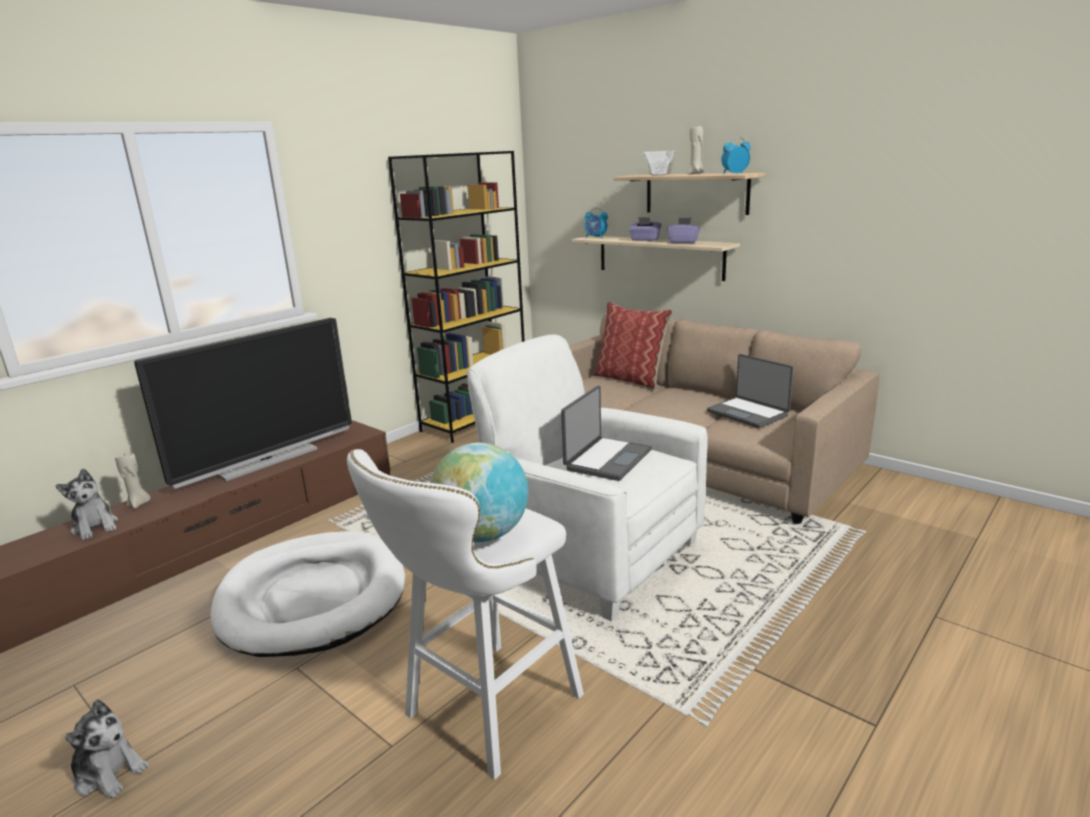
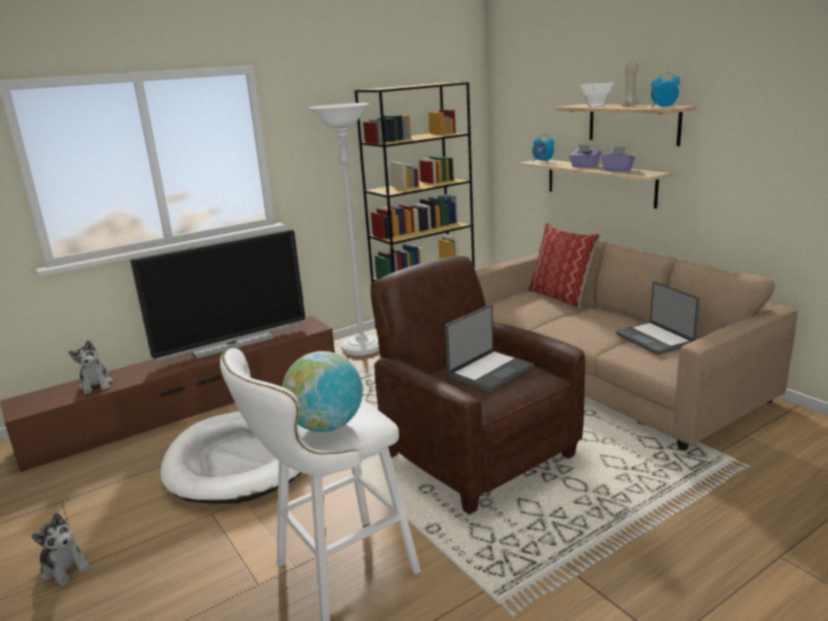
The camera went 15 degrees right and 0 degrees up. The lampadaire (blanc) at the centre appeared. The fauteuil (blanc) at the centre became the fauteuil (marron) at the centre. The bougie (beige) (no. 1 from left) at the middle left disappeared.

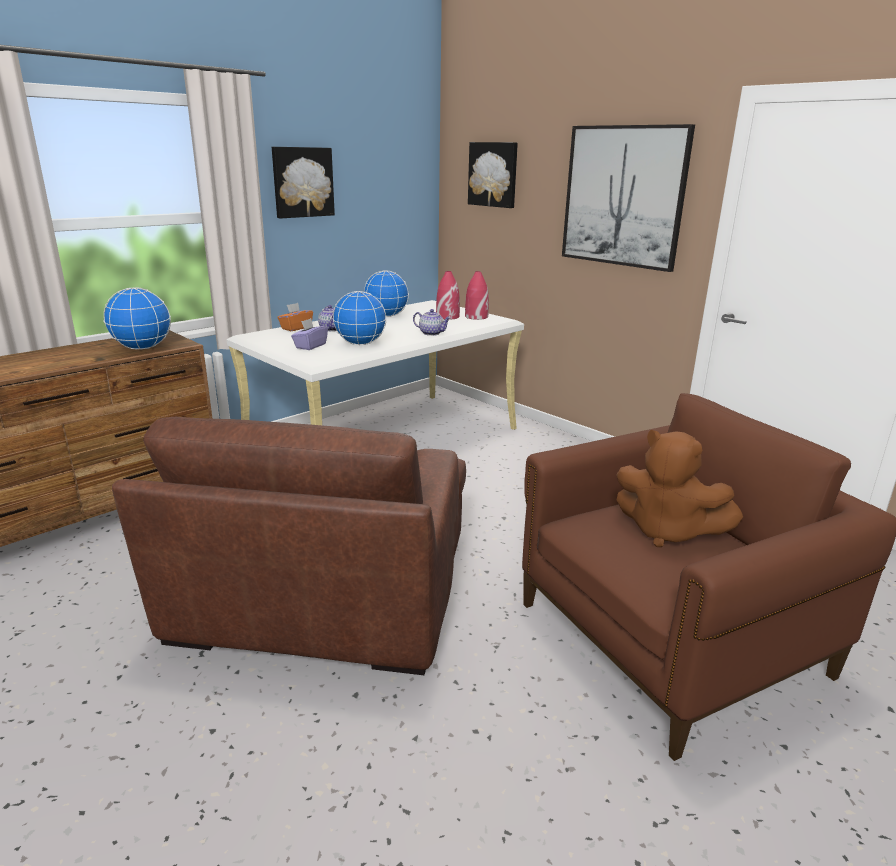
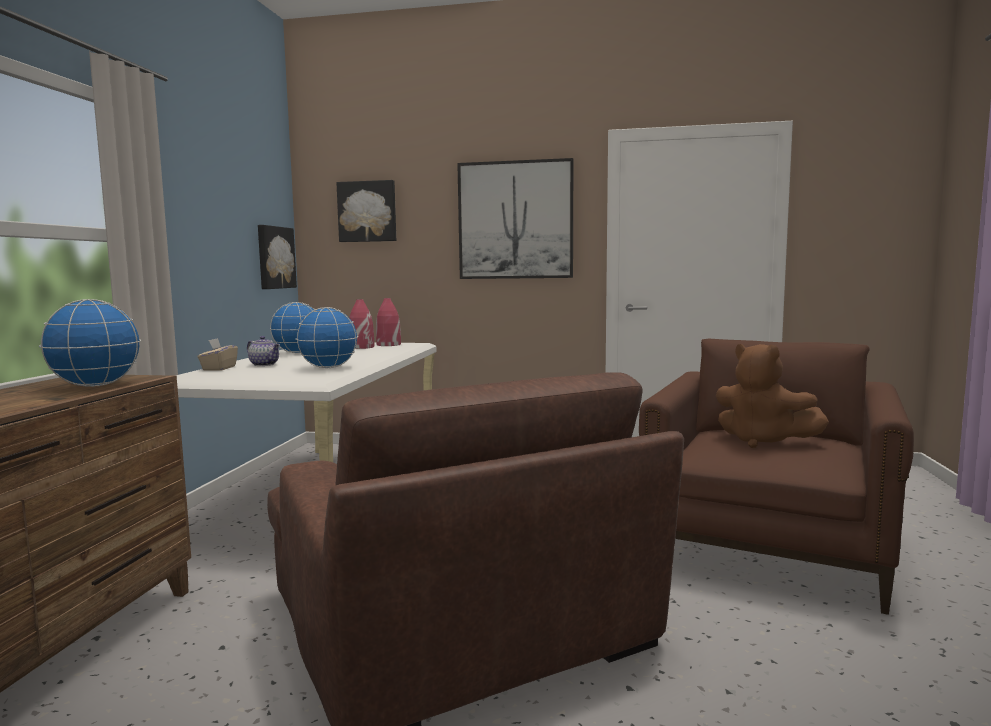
The camera went 35 degrees left and 15 degrees down. The boîte à mouchoirs (orange) at the middle left became the boîte à mouchoirs (beige) at the middle left. The tableau (no. 1 from left) moved from the top centre to the middle left. The peluche (marron) at the middle right turned 45 degrees clockwise. The boîte à mouchoirs (violet) at the centre disappeared. The théière (no. 2 from left) at the centre disappeared.

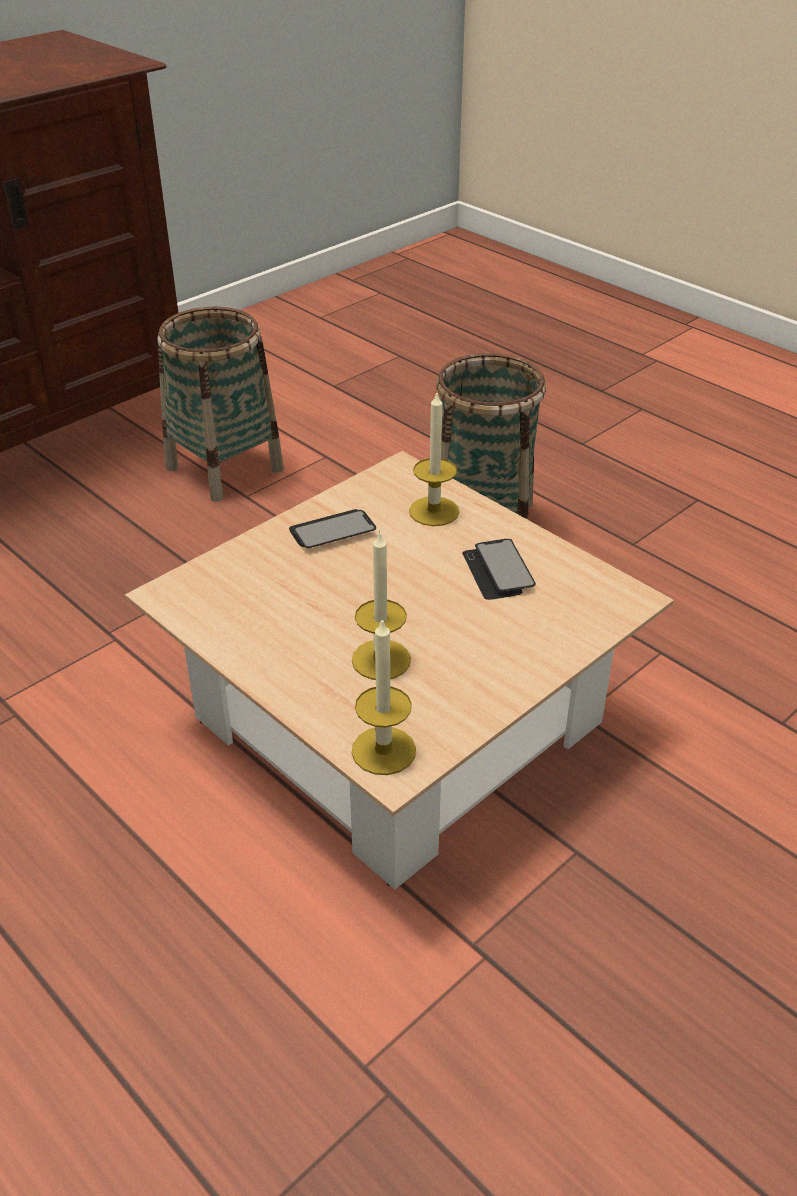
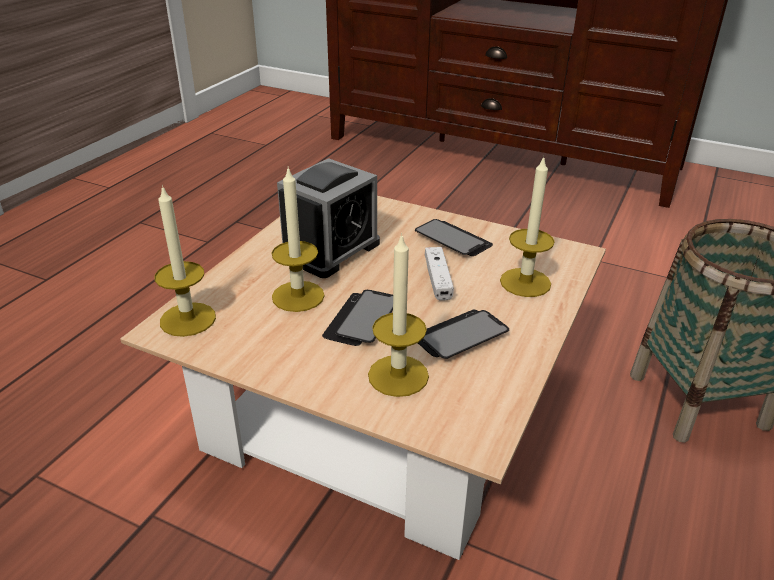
The camera went 70 degrees right and 5 degrees down. The réveil at the centre appeared. The téléphone (no. 1 from left) at the centre appeared. The bougie (no. 3 from left) at the centre appeared. The manette (blanc) at the centre appeared. The panier (no. 1 from left) at the middle left disappeared.

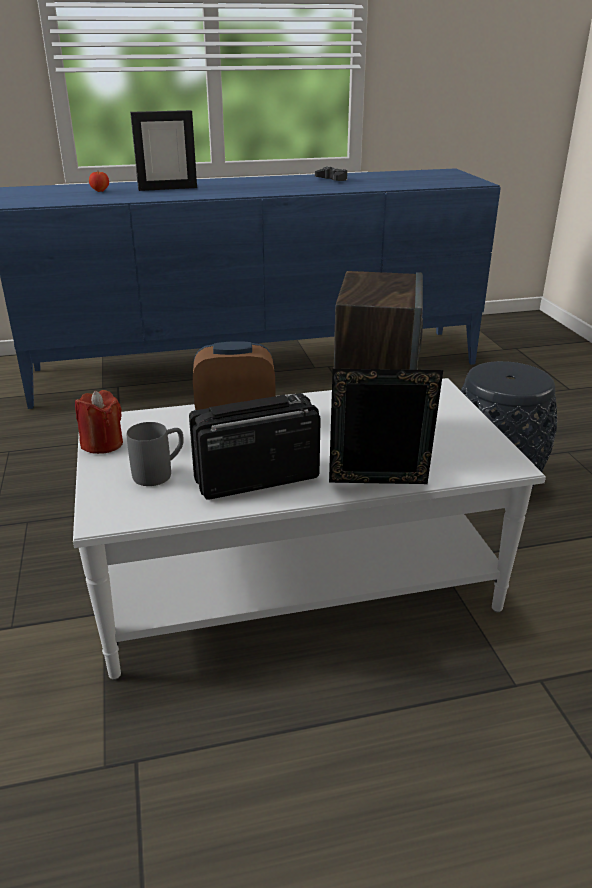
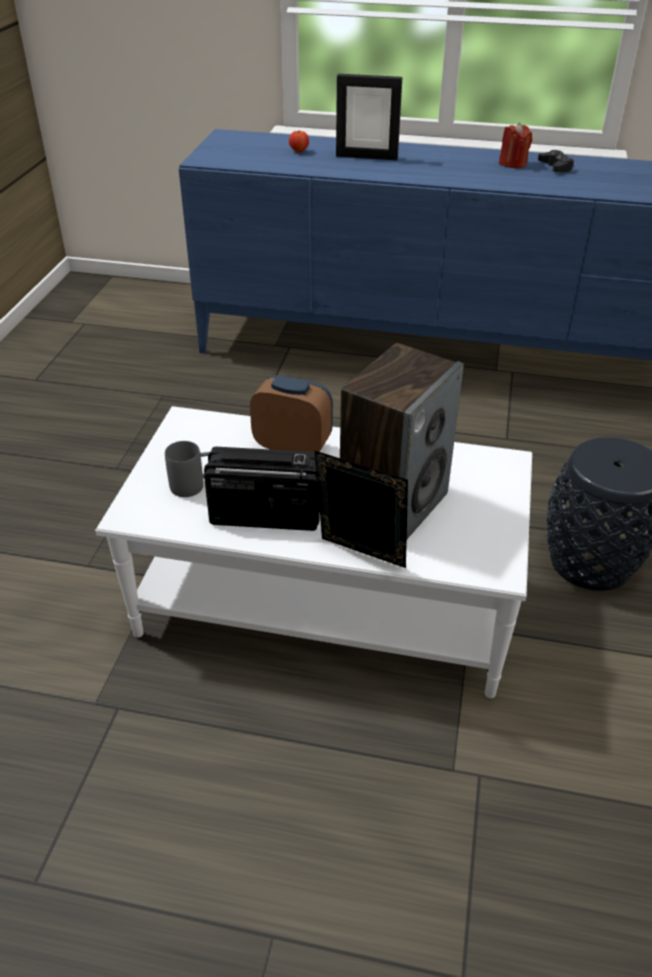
The camera went 25 degrees right and 10 degrees up. The bougie (rouge) moved from the middle left to the top right.

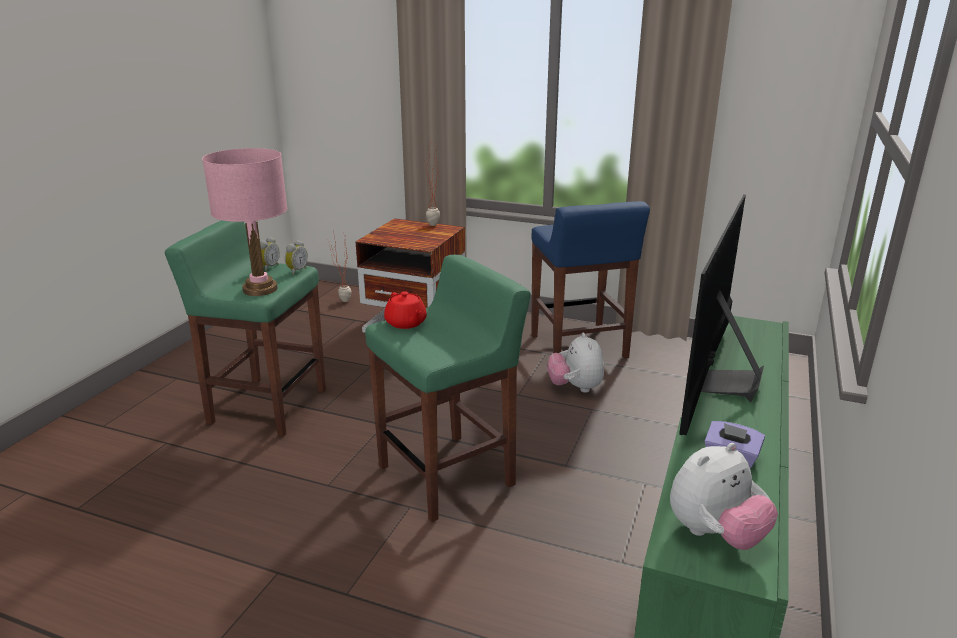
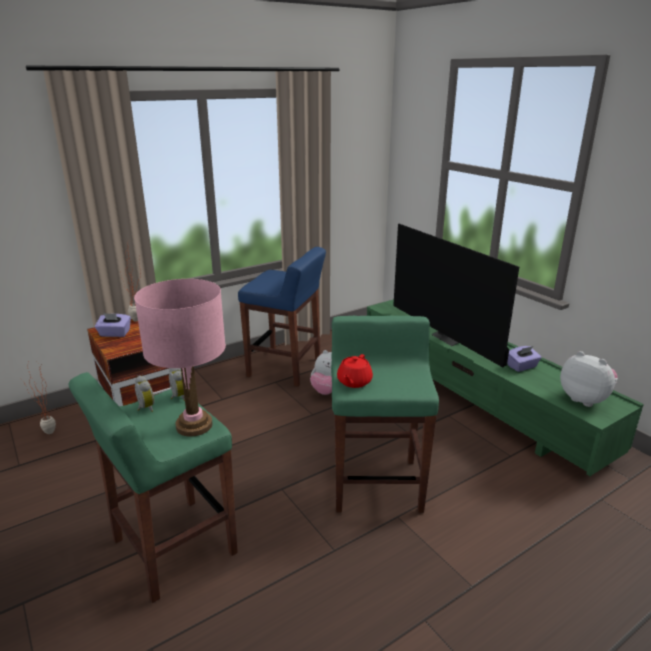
The camera went 55 degrees left and 0 degrees up. The boîte à mouchoirs (violet) (no. 1 from left) at the middle left appeared. The théière (rouge) at the centre turned 105 degrees clockwise. The peluche (no. 2 from left) at the bottom right turned 45 degrees counterclockwise.

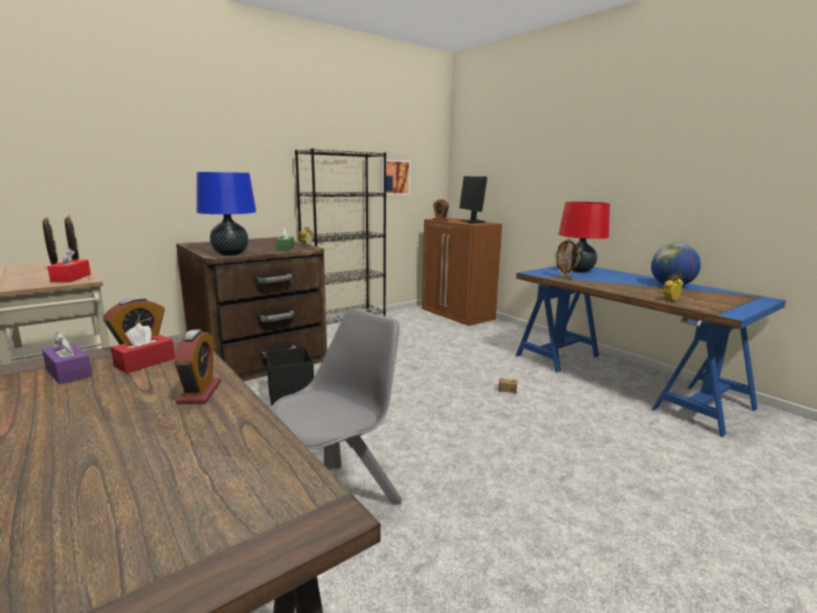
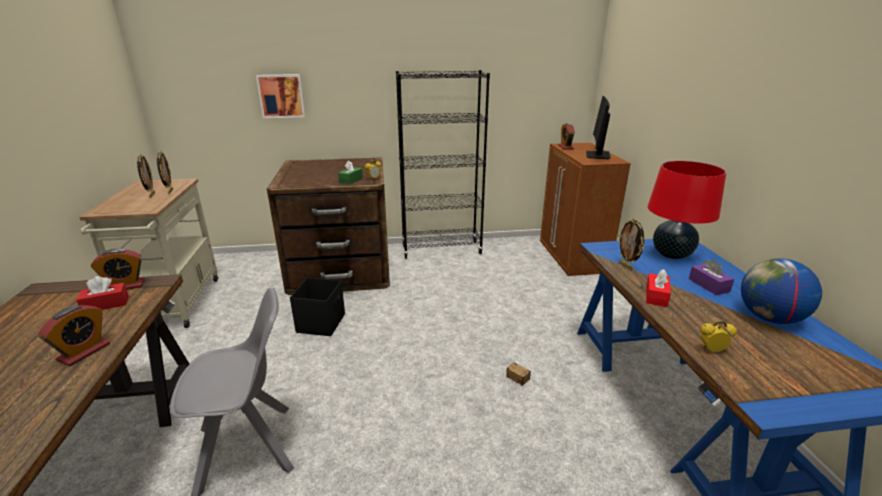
The camera went 30 degrees right and 10 degrees up. The tableau moved from the top centre to the top left. The boîte à mouchoirs (rouge) (no. 1 from left in the first image) moved from the middle left to the middle right. The boîte à mouchoirs (violet) moved from the middle left to the middle right. The lampe de table (bleu) at the middle left disappeared.

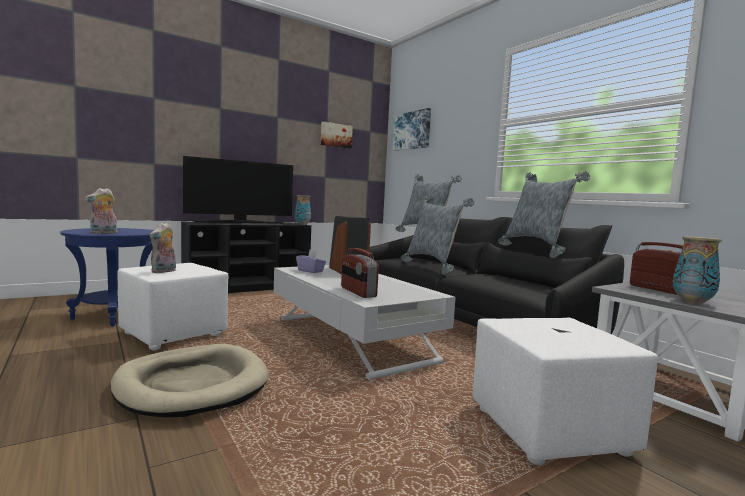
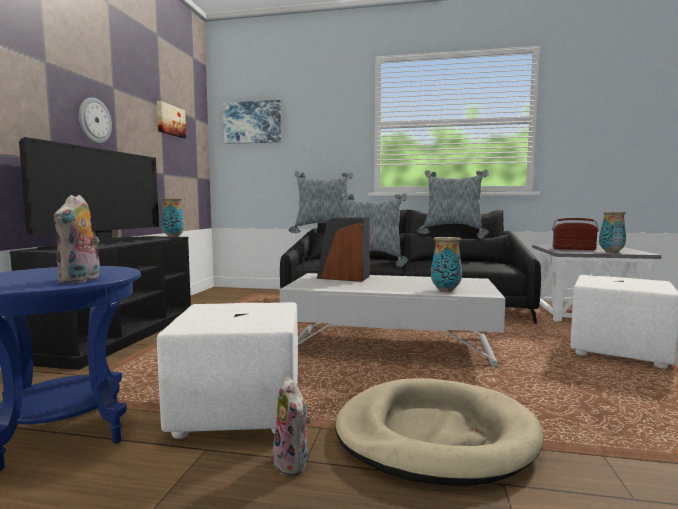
The camera went 45 degrees left and 0 degrees up. The horloge murale at the top left appeared. The peluche (no. 2 from left) moved from the middle left to the bottom centre. The radio (no. 1 from left) at the centre was replaced by the vase (no. 2 from left) at the centre. The boîte à mouchoirs (violet) at the centre disappeared.

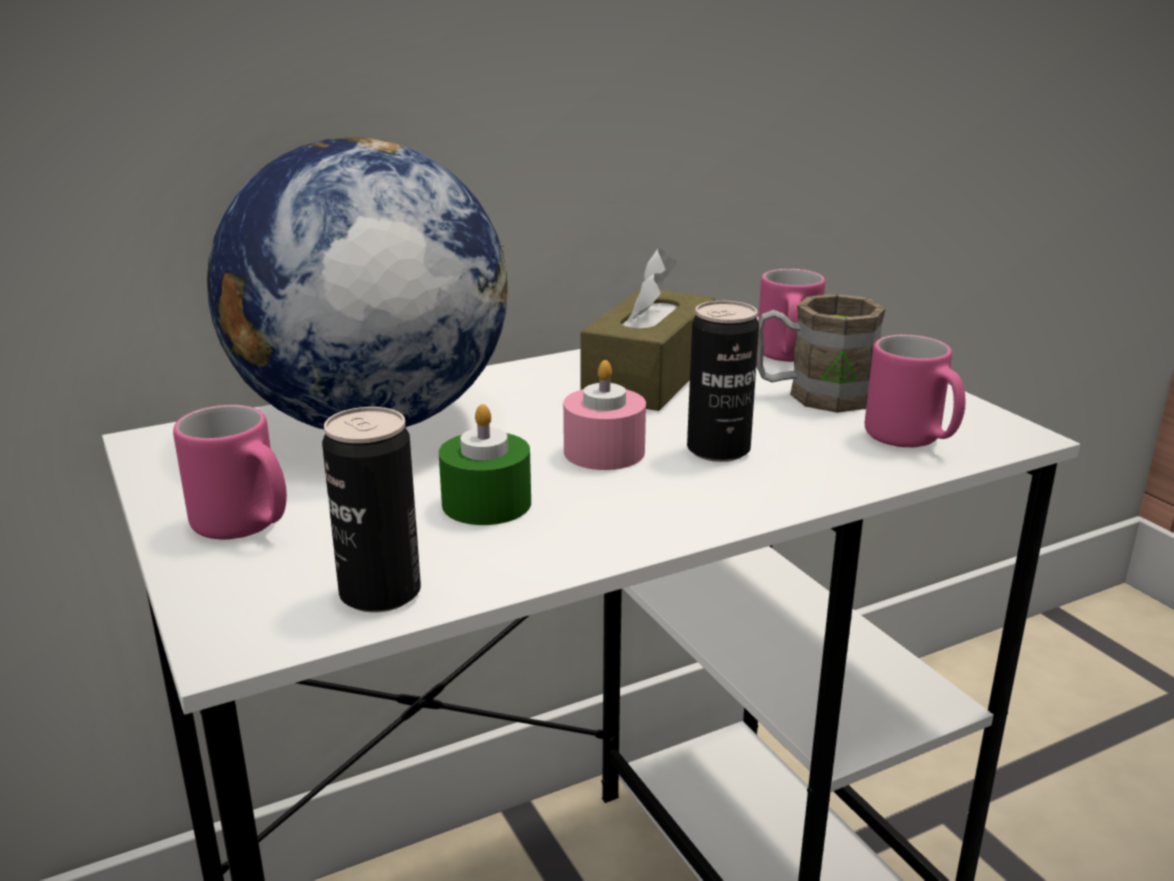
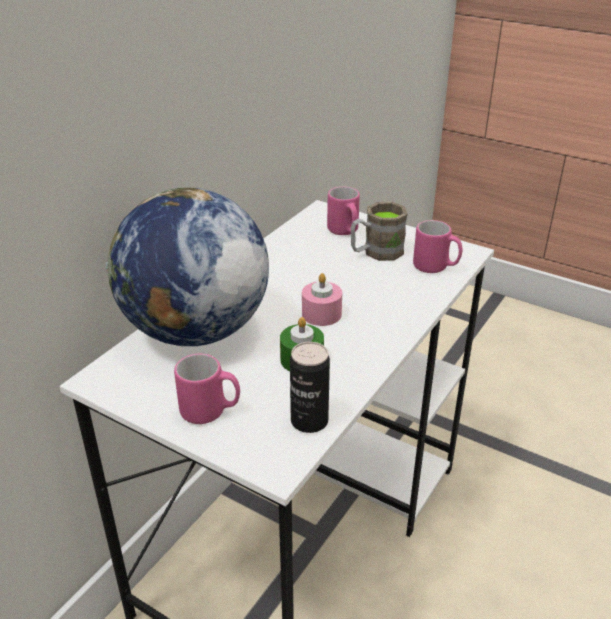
The camera went 30 degrees left and 10 degrees up. The boîte à mouchoirs (marron) at the centre disappeared. The boîte métallique (no. 2 from left) at the centre disappeared.

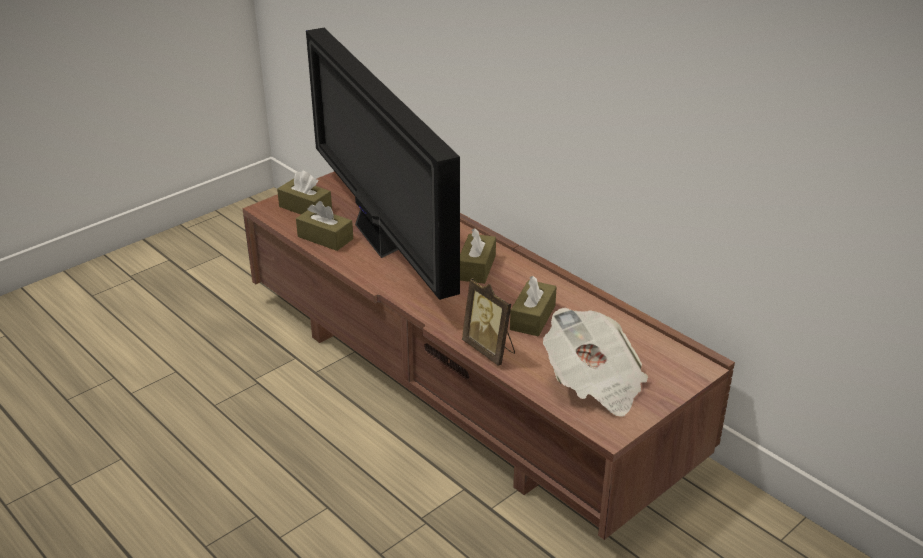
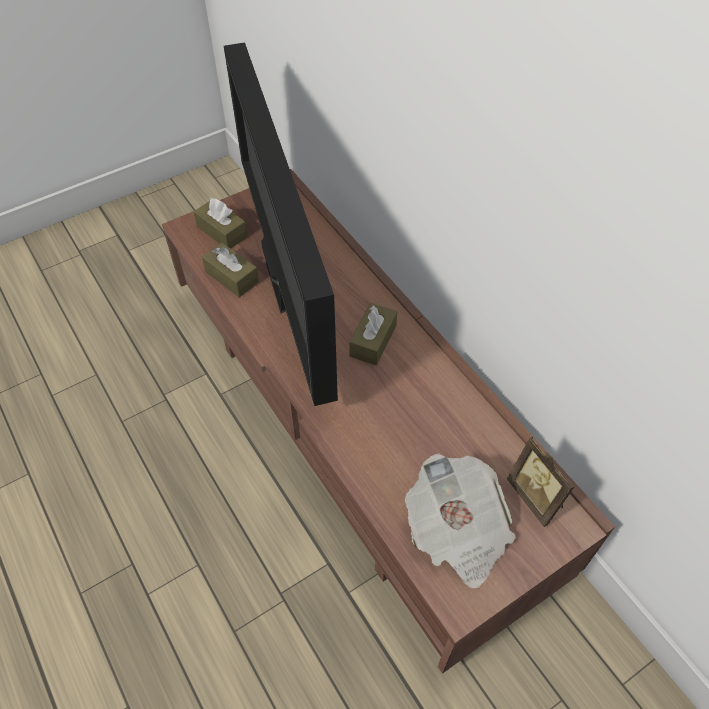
The camera went 10 degrees right and 20 degrees up. The cadre photo moved from the centre to the bottom right. The boîte à mouchoirs (marron) (no. 4 from left) at the centre disappeared.

